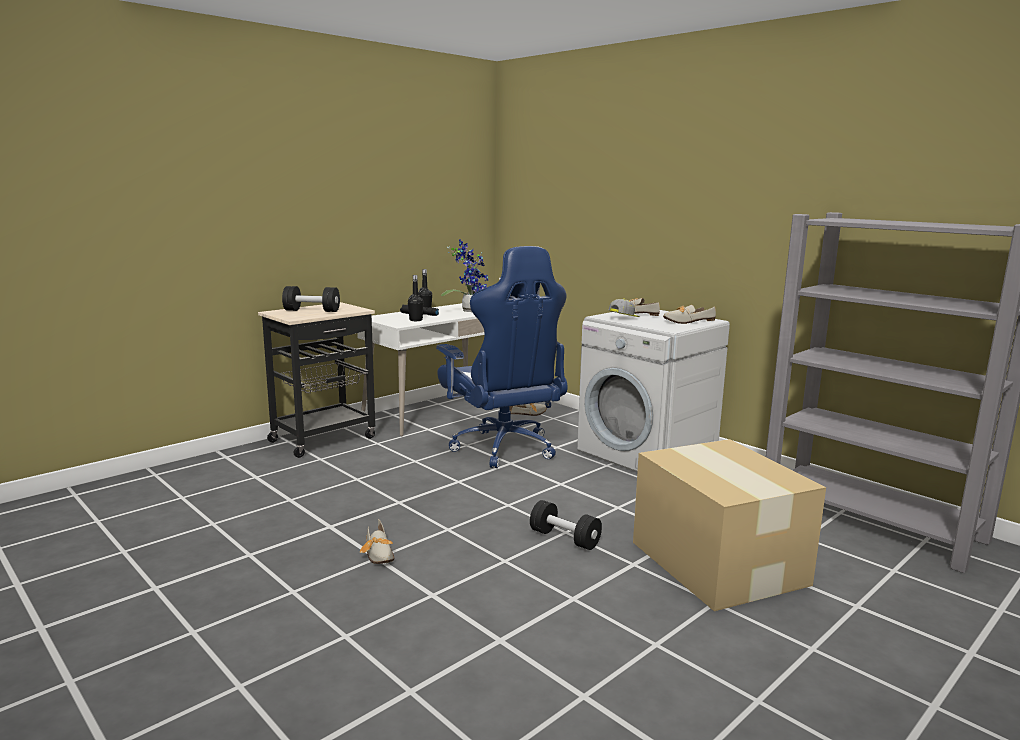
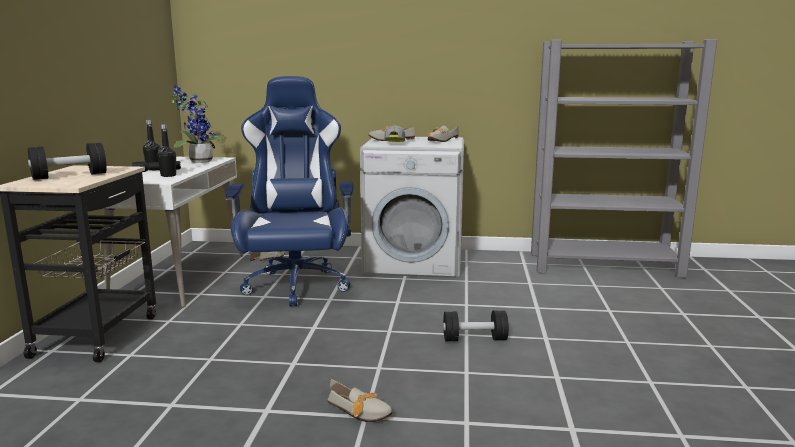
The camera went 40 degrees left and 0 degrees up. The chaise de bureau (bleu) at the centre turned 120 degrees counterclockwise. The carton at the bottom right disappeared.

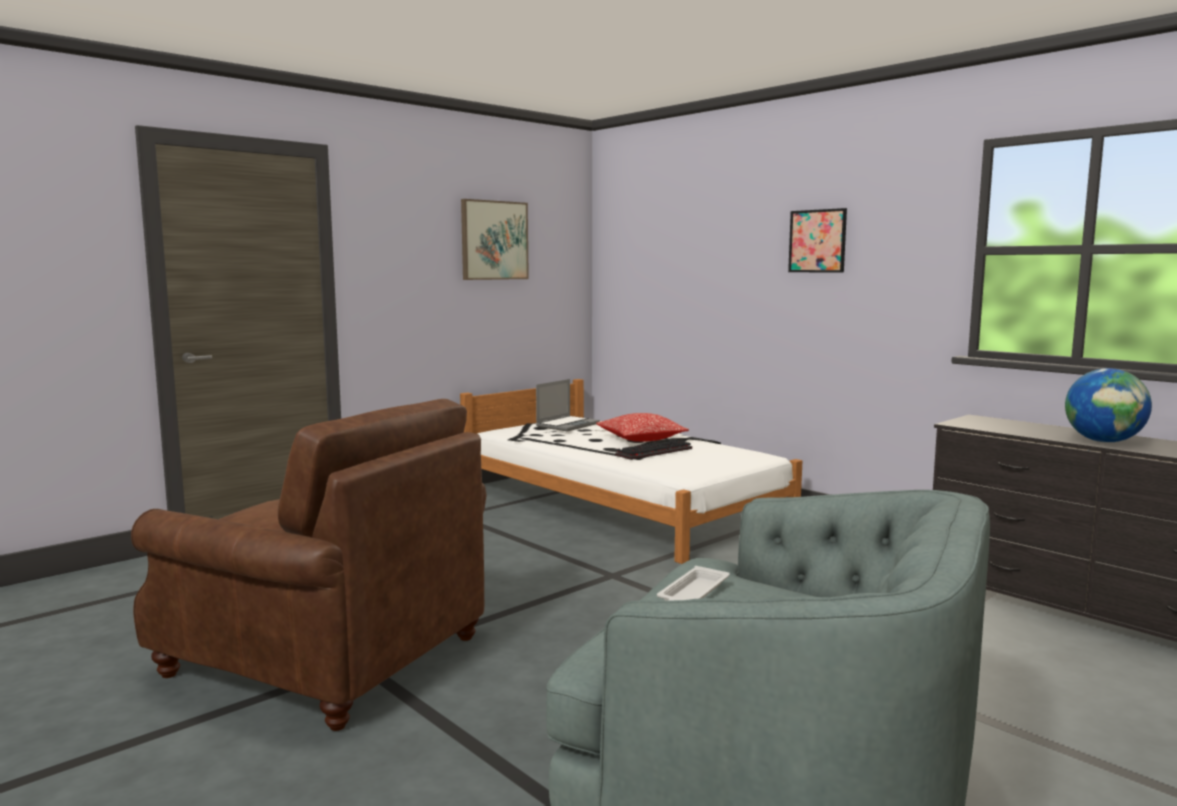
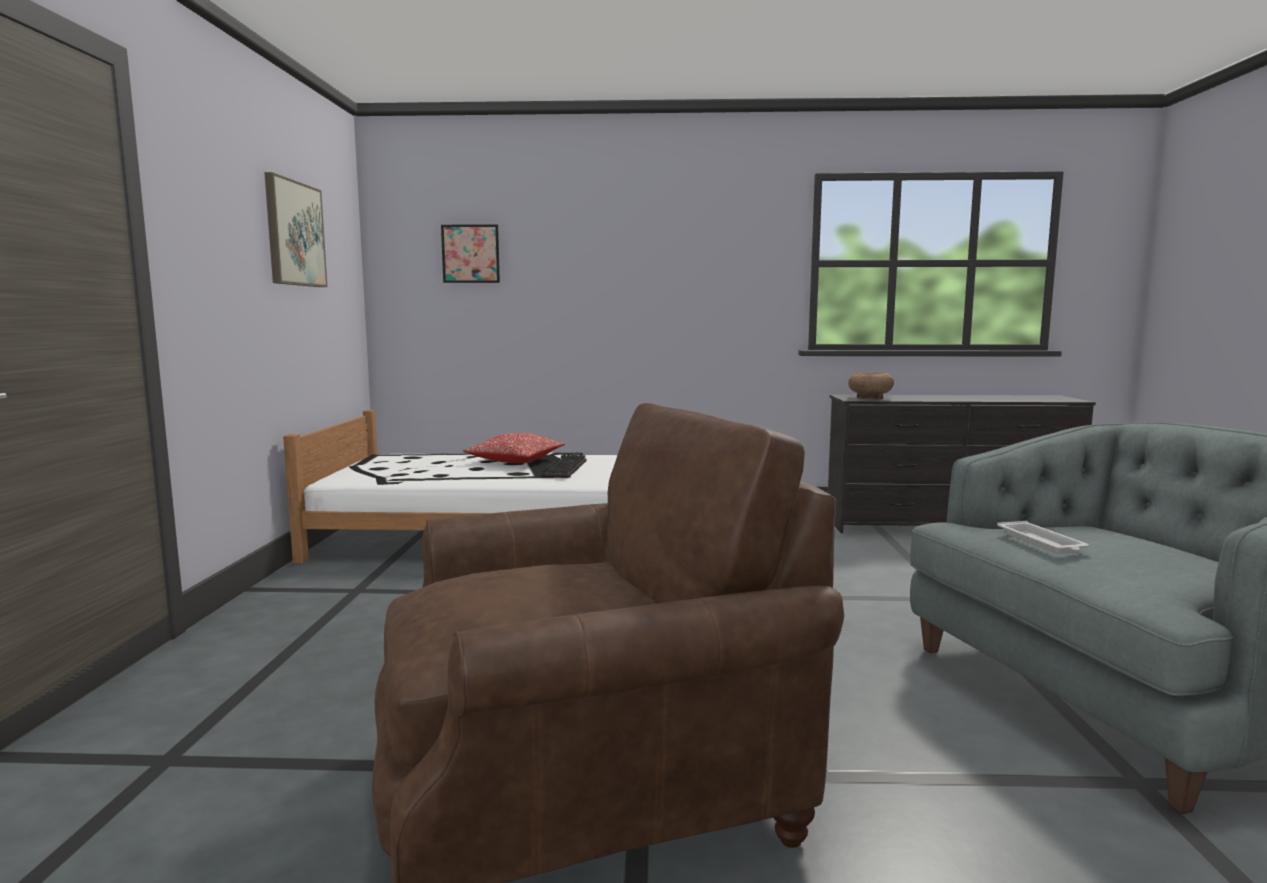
The camera went 45 degrees left and 0 degrees up. The tableau (no. 2 from left) moved from the top right to the top centre. The bol (marron) at the middle right appeared. The ordinateur portable at the centre disappeared. The globe at the middle right disappeared.

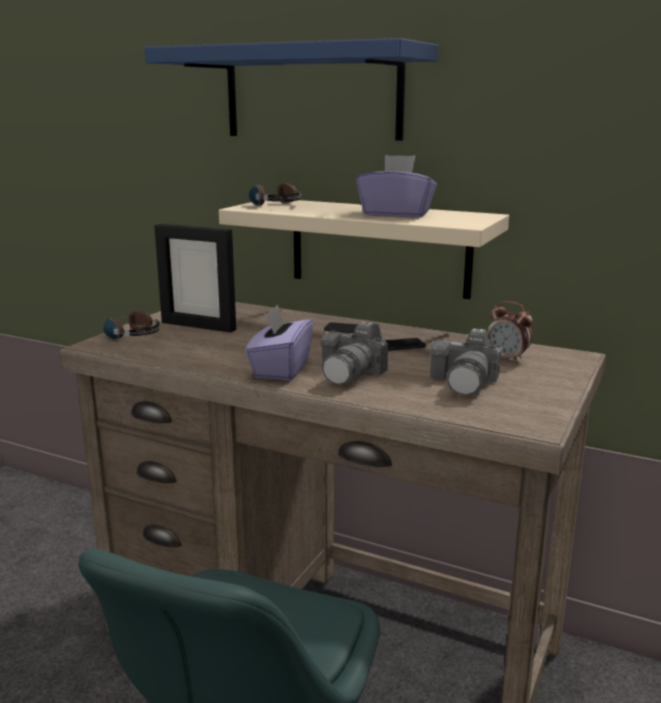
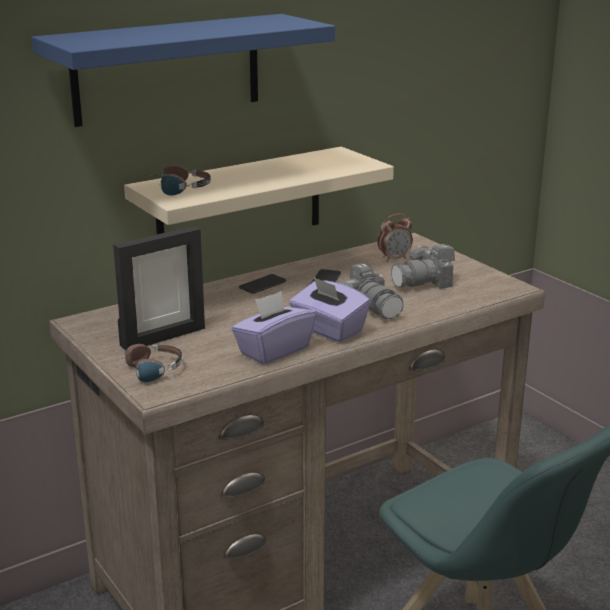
The camera went 60 degrees left and 5 degrees up. The boîte à mouchoirs (violet) (no. 2 from left in the first image) moved from the top centre to the centre. The appareil photo (no. 2 from left) at the middle right turned 105 degrees clockwise.

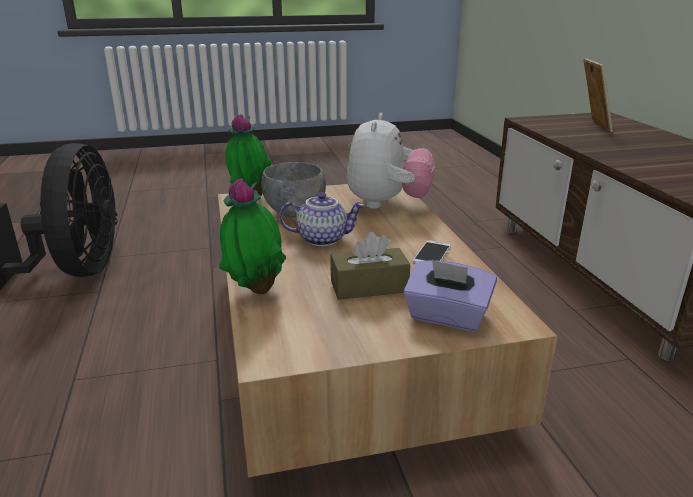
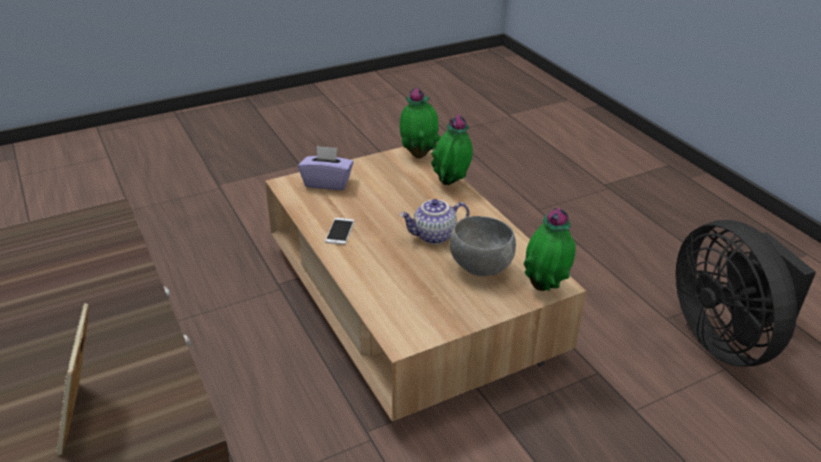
The camera went 165 degrees right and 10 degrees up. The plante en pot (no. 1 from left) at the top centre appeared. The boîte à mouchoirs (marron) at the centre disappeared. The peluche at the top centre disappeared.

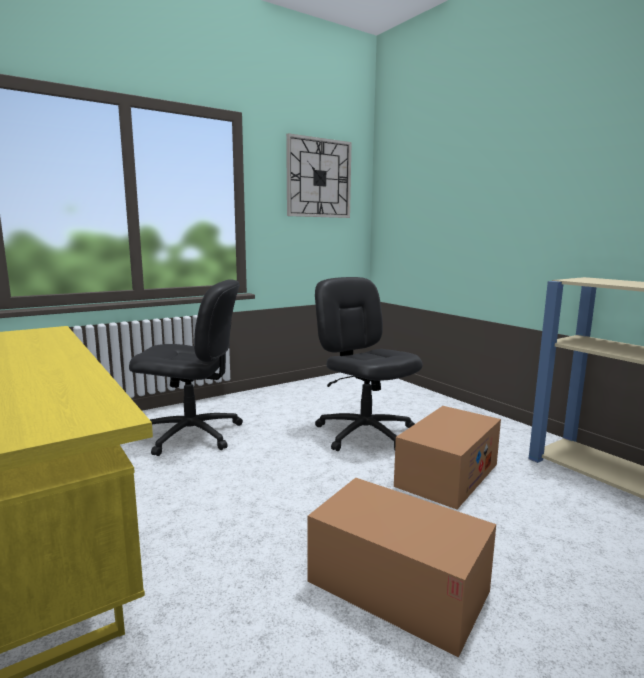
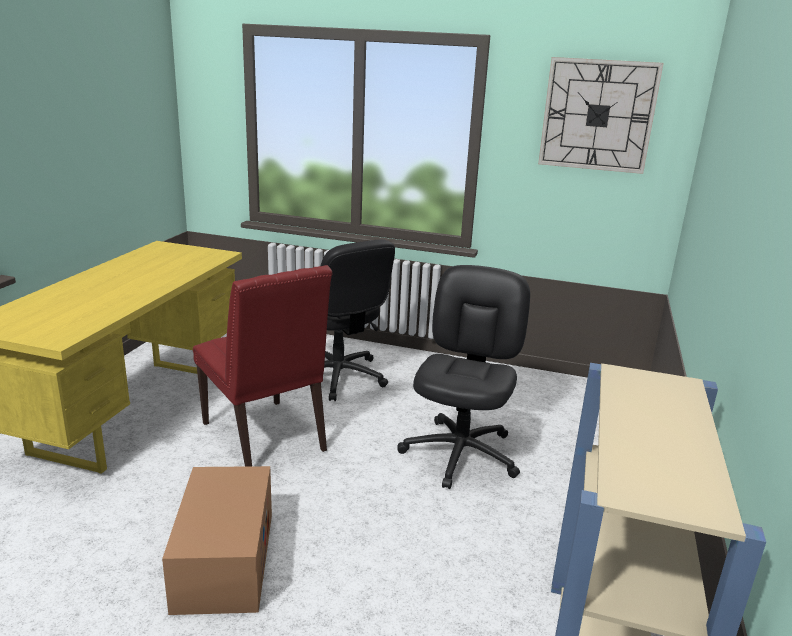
The camera went 50 degrees right and 10 degrees up. The chaise (rouge) at the middle left appeared. The carton (no. 2 from left) at the bottom right disappeared.

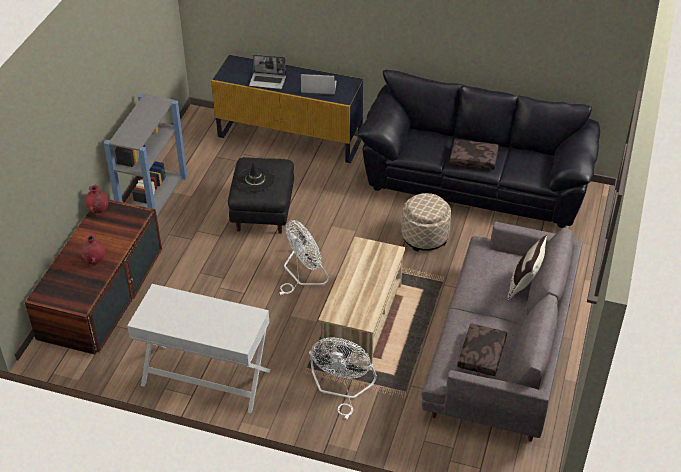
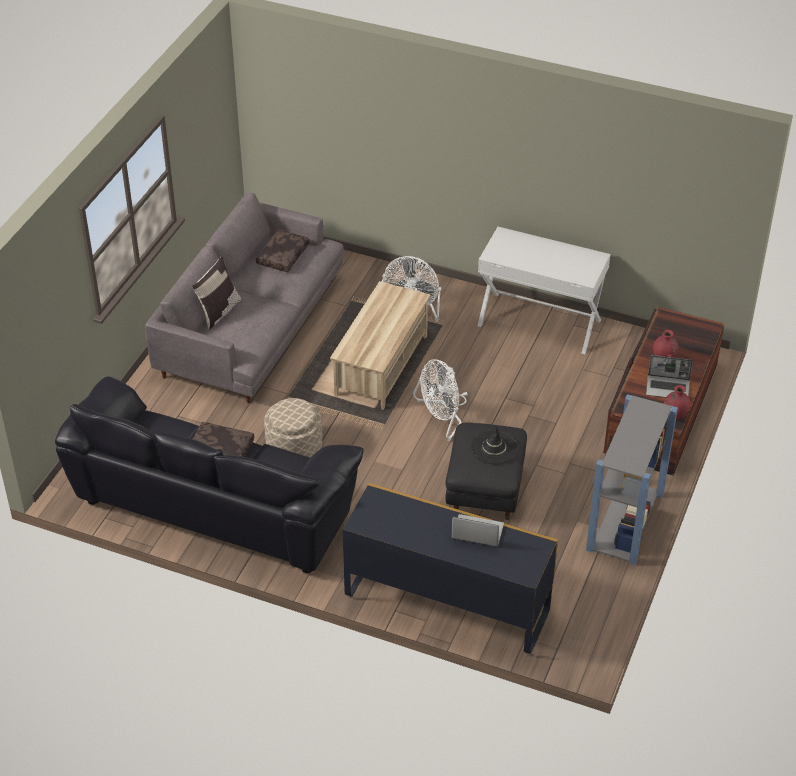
The camera went 175 degrees left and 0 degrees up. The ordinateur portable (no. 2 from left) moved from the top centre to the middle right.

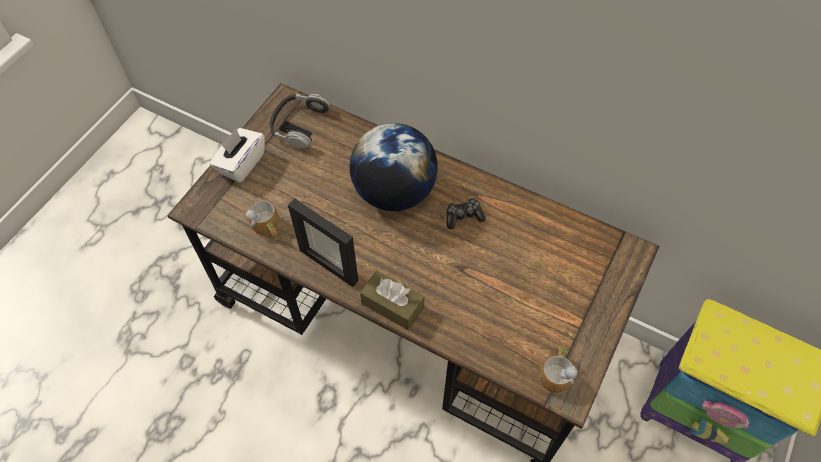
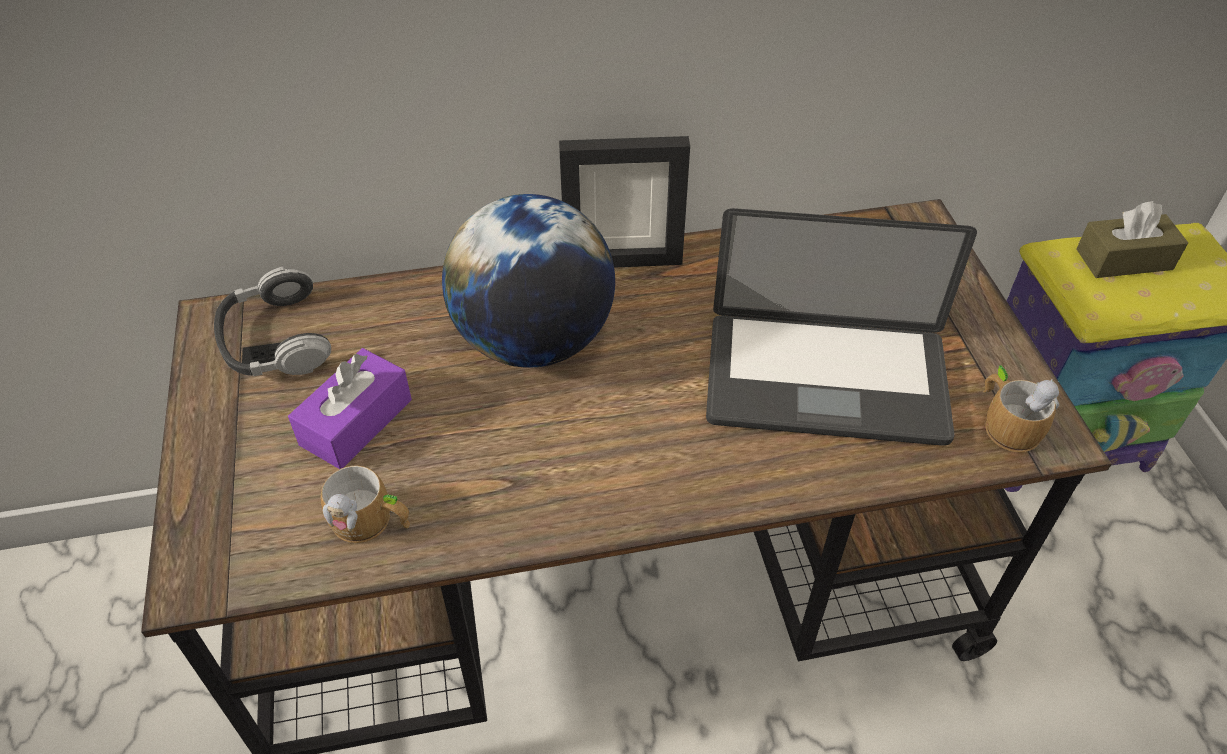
The camera went 40 degrees left and 10 degrees down. The boîte à mouchoirs (violet) at the middle left appeared. The cadre photo moved from the centre to the top centre. The ordinateur portable at the middle right appeared. The boîte à mouchoirs (marron) moved from the centre to the top right. The boîte à mouchoirs (blanc) at the middle left disappeared. The manette at the centre disappeared.

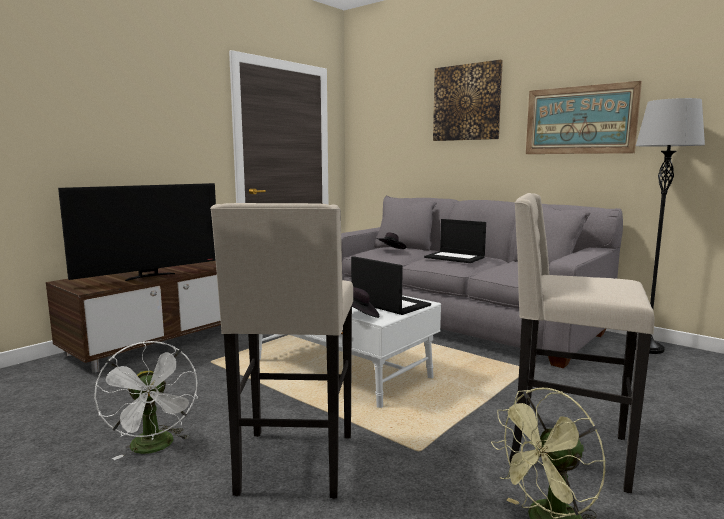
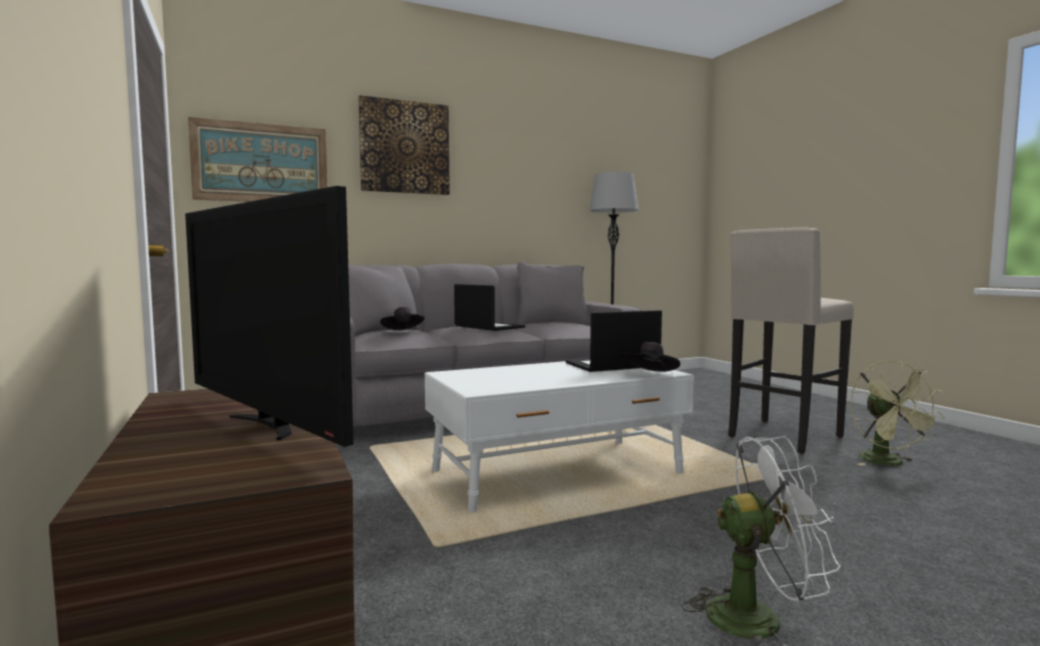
The camera went 65 degrees left and 5 degrees down. The téléviseur at the middle left turned 150 degrees clockwise. The tableau (no. 2 from left in the first image) moved from the top right to the top left. The ordinateur portable (no. 2 from left in the first image) at the centre turned 105 degrees counterclockwise. The tabouret (beige) (no. 1 from left) at the bottom centre disappeared.

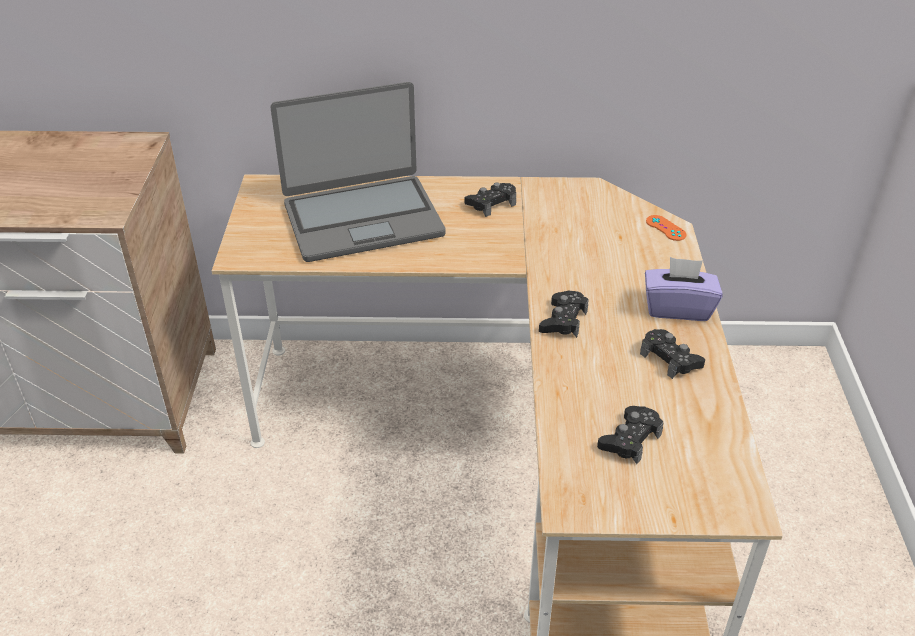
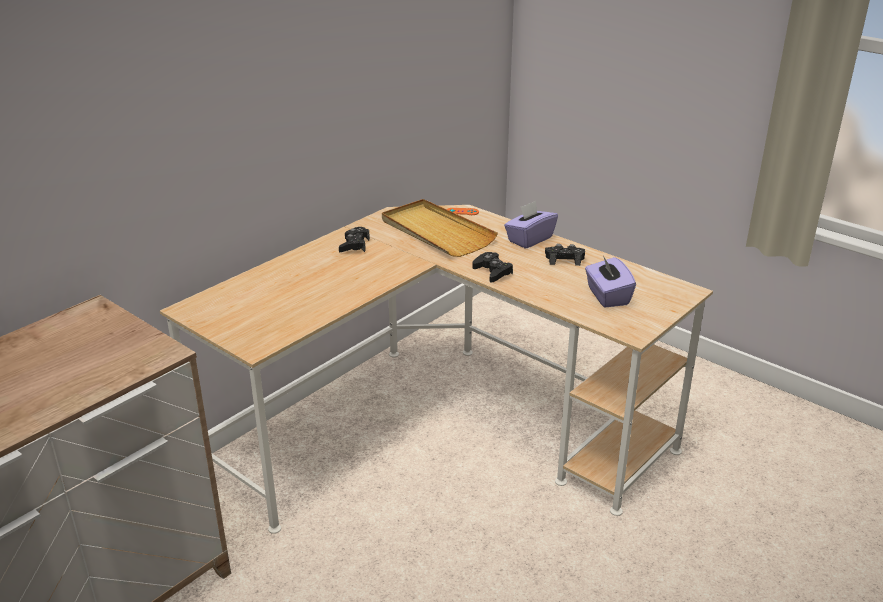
The camera went 50 degrees left and 10 degrees down. The plateau (beige) at the centre appeared. The manette (noir) (no. 3 from left) at the bottom right was replaced by the boîte à mouchoirs (violet) (no. 2 from left) at the middle right. The ordinateur portable at the top centre disappeared.

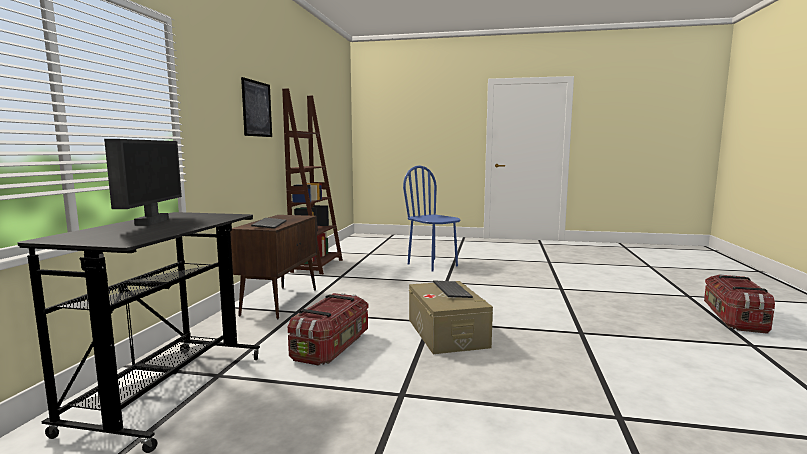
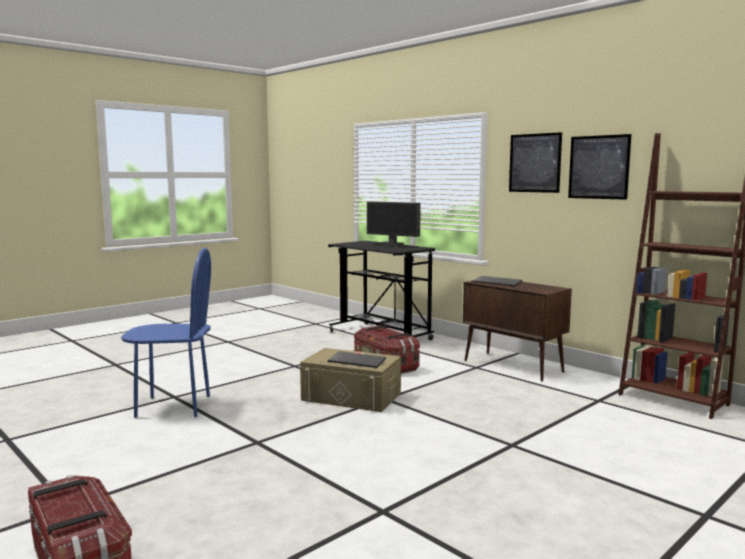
The camera went 125 degrees right and 0 degrees up. The chaise (bleu) moved from the centre to the middle left. The tableau (no. 1 from left) at the top right appeared.

